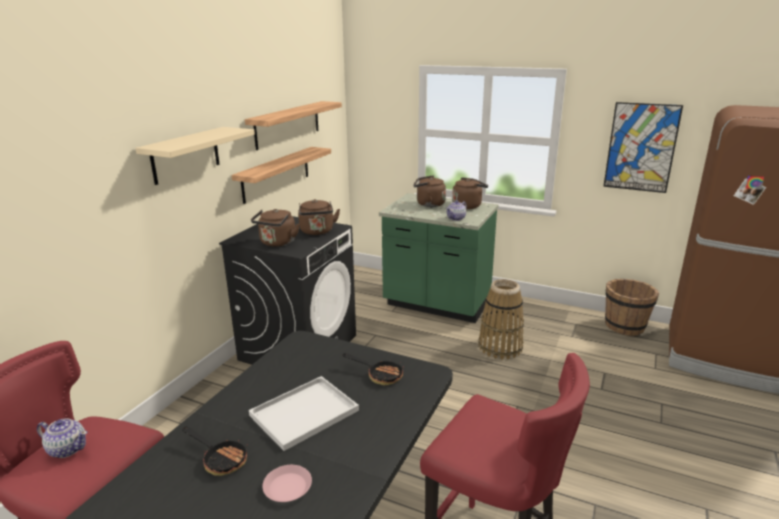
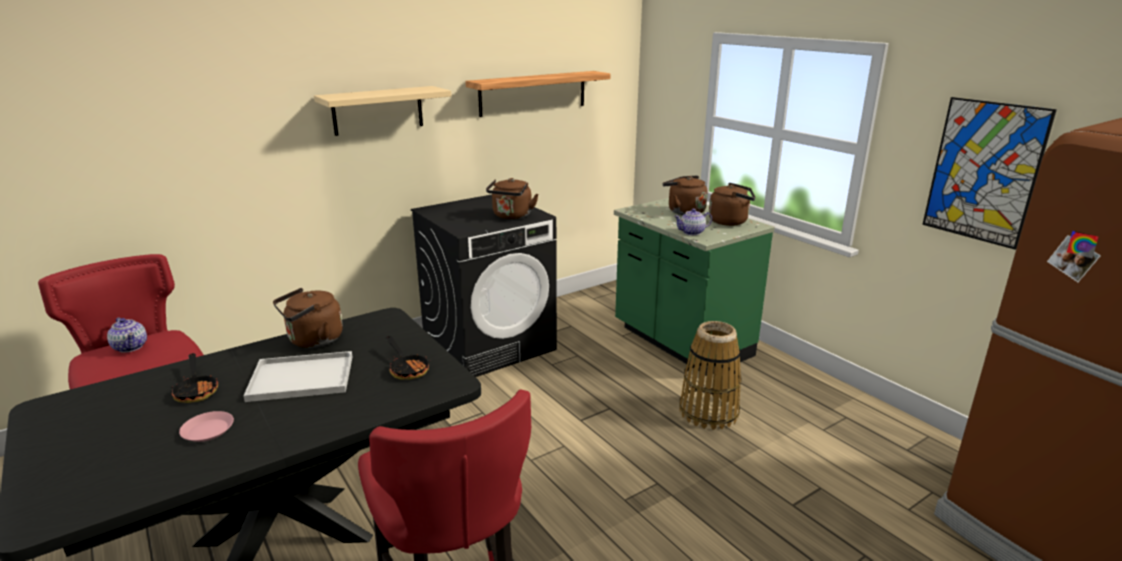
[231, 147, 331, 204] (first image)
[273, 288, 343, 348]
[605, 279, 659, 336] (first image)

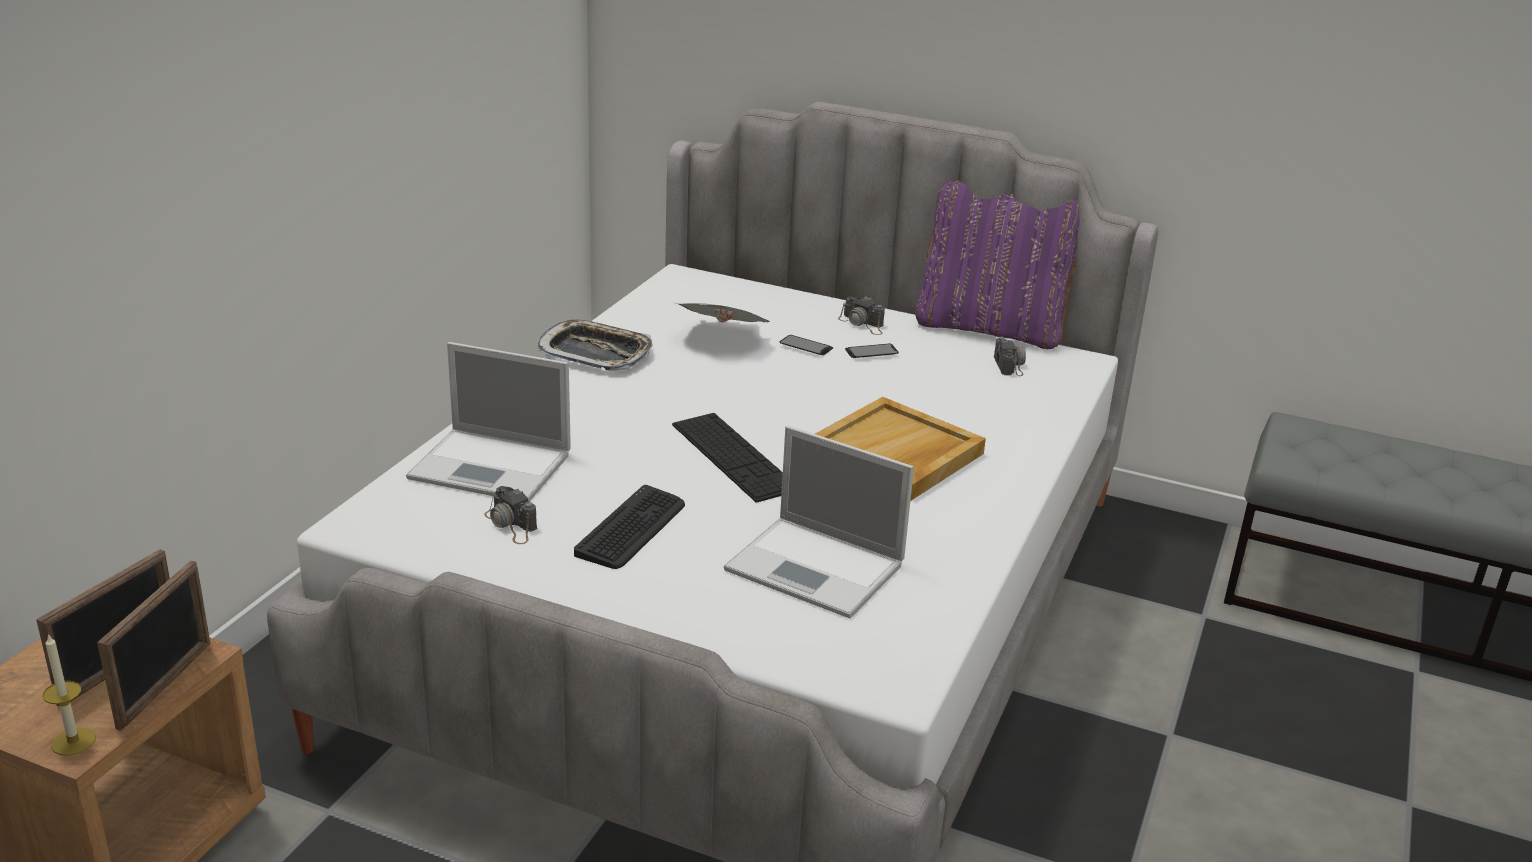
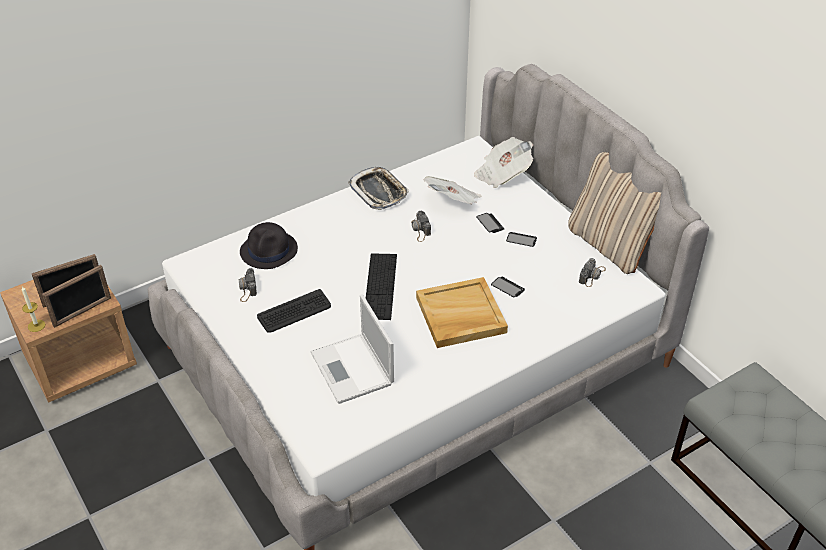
[240, 222, 298, 269]
[411, 210, 431, 242]
[568, 152, 661, 274]
[474, 137, 533, 188]
[491, 277, 525, 297]

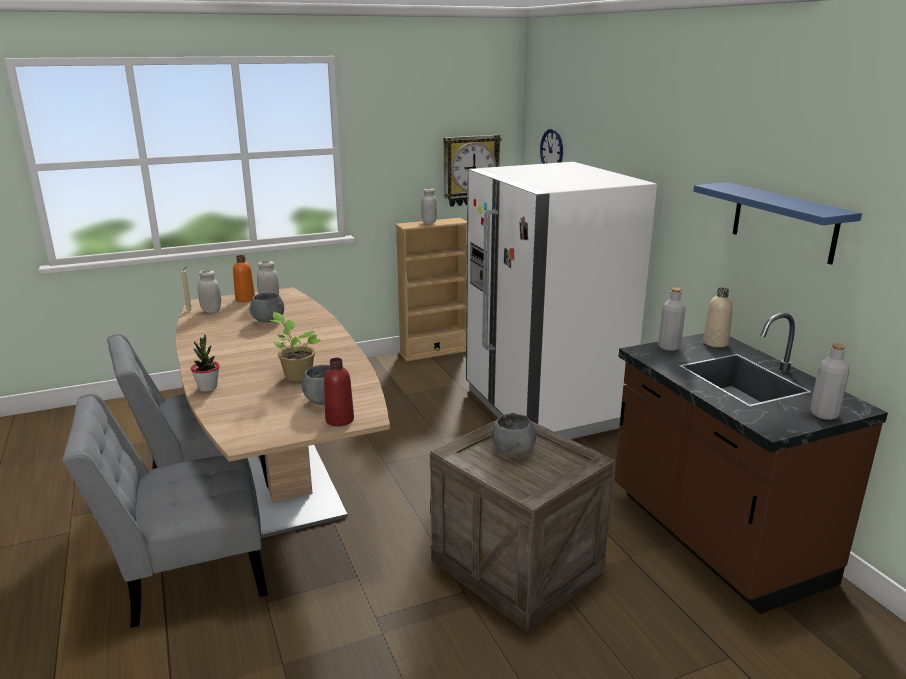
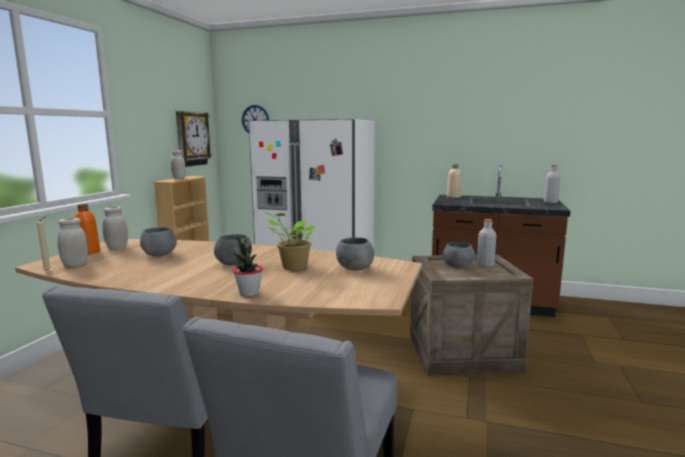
[324, 358, 354, 426] (first image)
[477, 219, 496, 267]
[693, 182, 862, 265] (first image)
[214, 234, 252, 266]

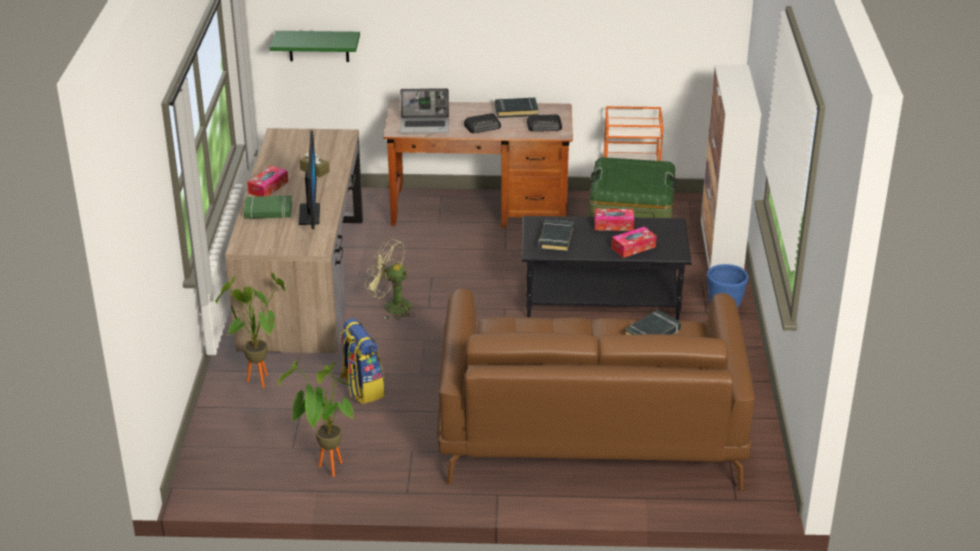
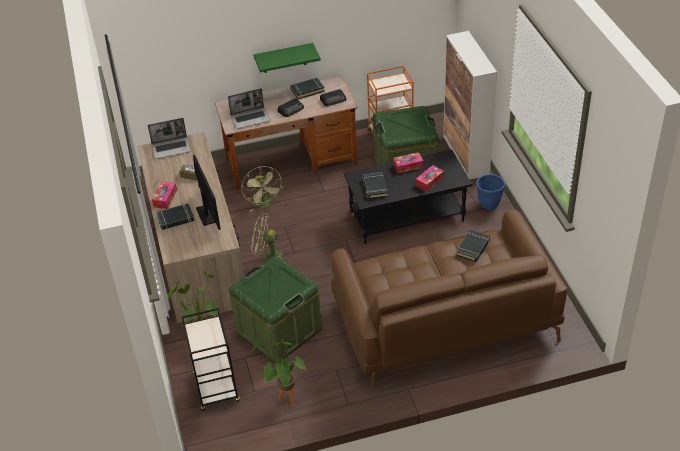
[156, 203, 195, 230]
[253, 43, 321, 73]
[229, 256, 322, 362]
[148, 118, 191, 159]
[182, 308, 240, 411]
[242, 166, 283, 212]

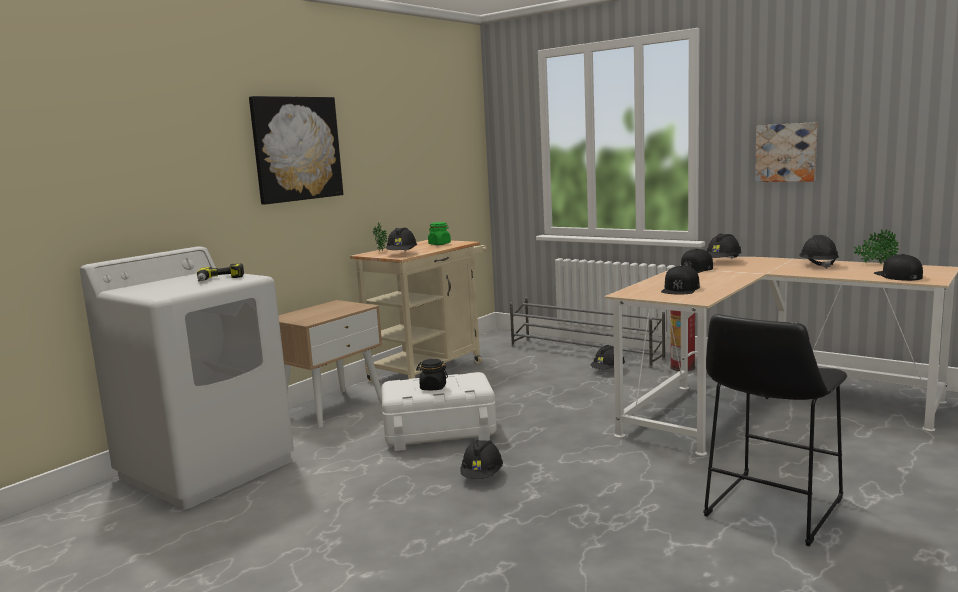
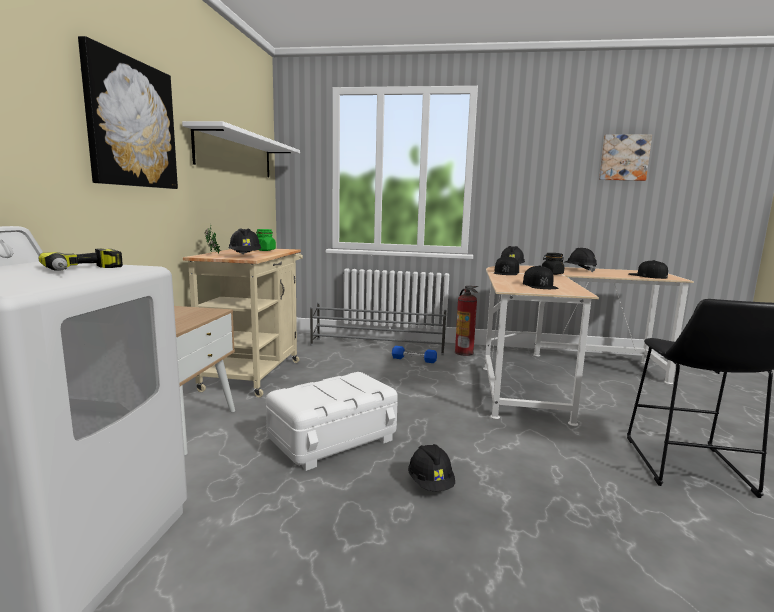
[542, 253, 564, 275]
[392, 346, 437, 363]
[599, 134, 652, 181]
[854, 229, 899, 263] (first image)
[182, 121, 300, 177]

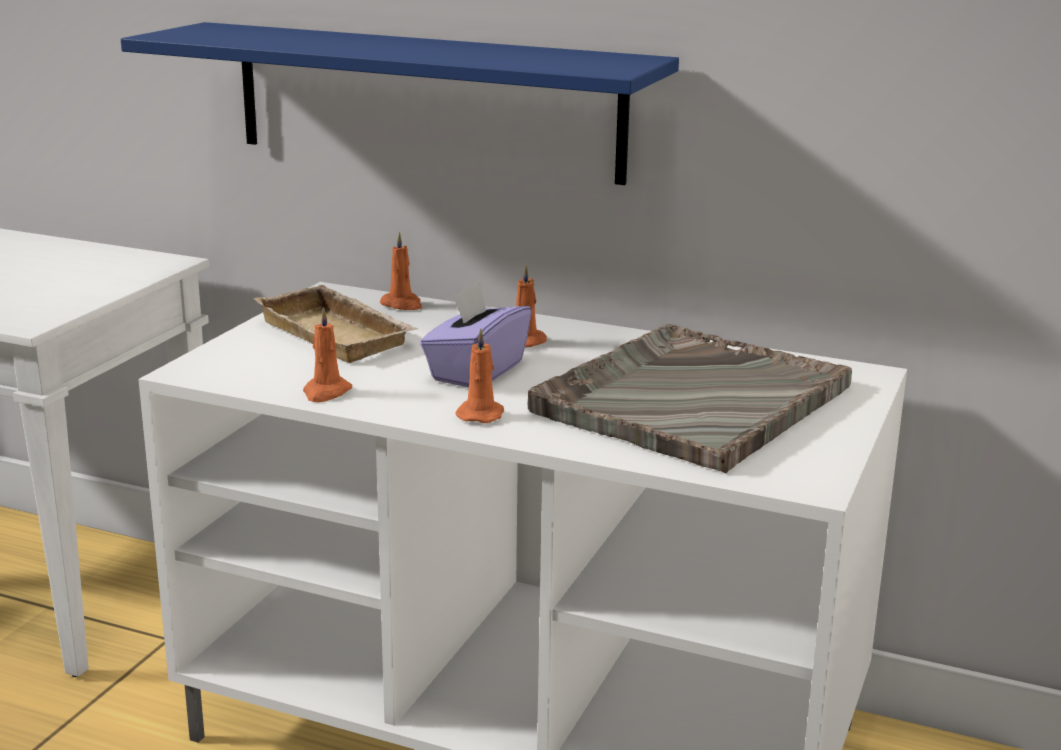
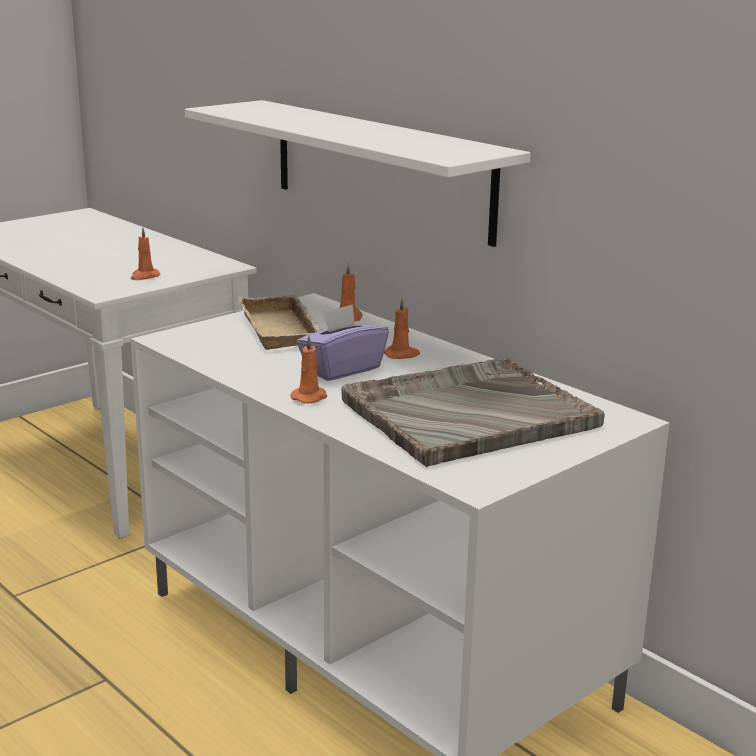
[185, 100, 531, 247]
[130, 227, 160, 280]

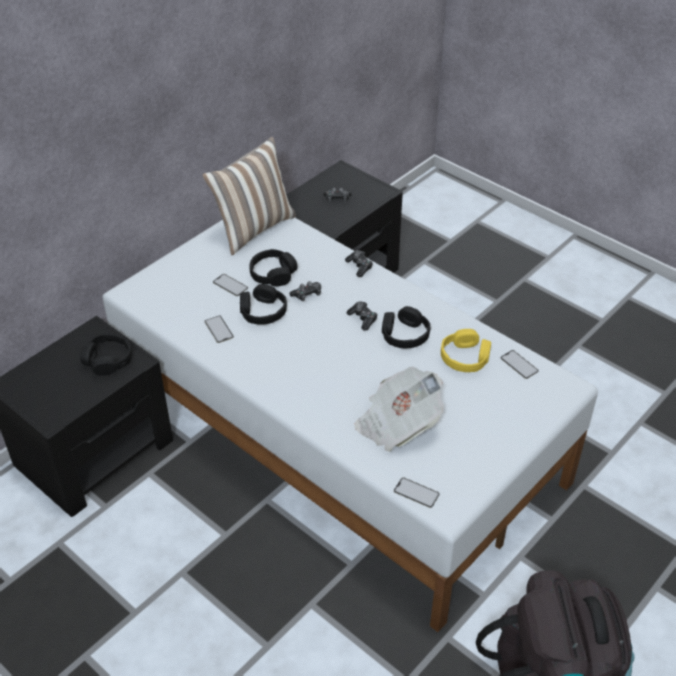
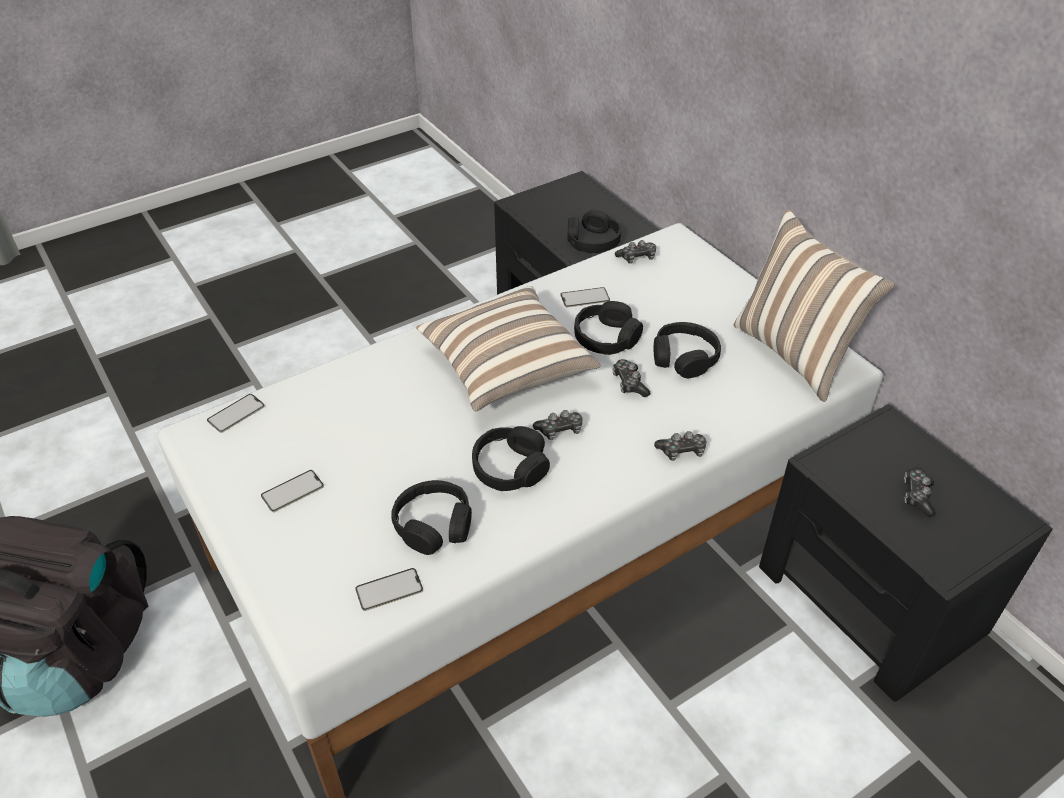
[261, 470, 324, 512]
[355, 366, 444, 452] (first image)
[391, 480, 472, 555]
[416, 286, 601, 411]
[615, 240, 656, 264]

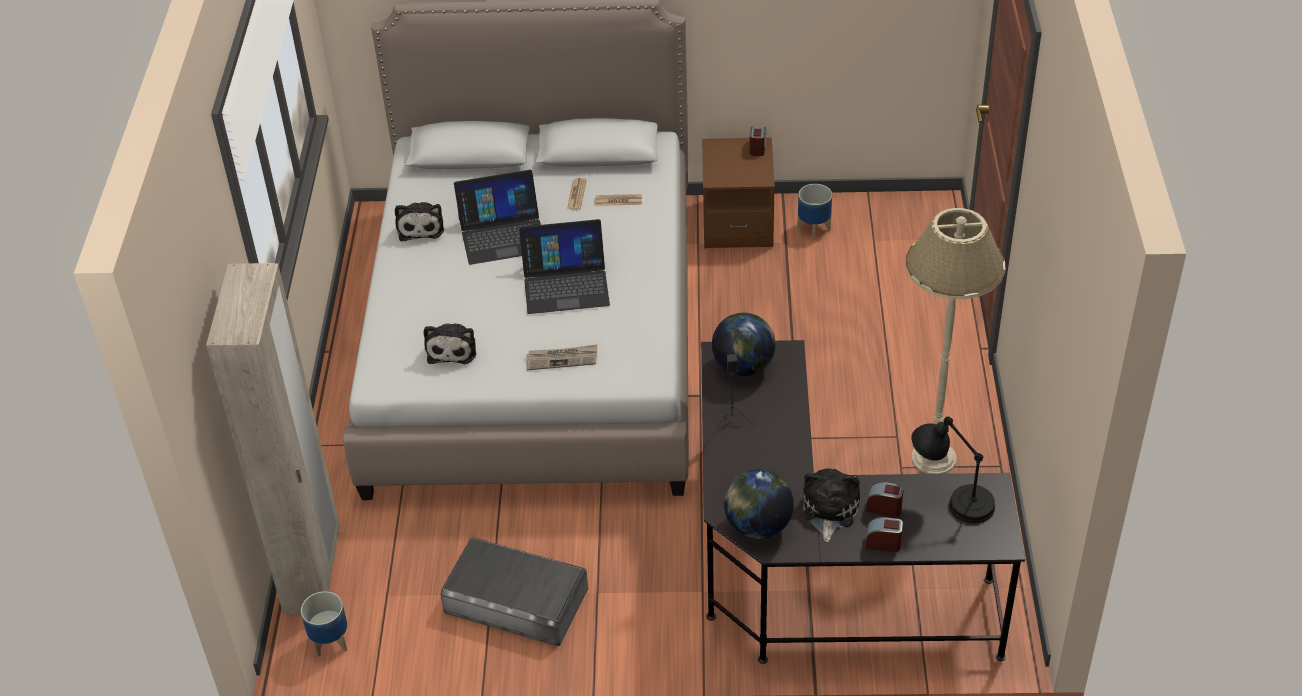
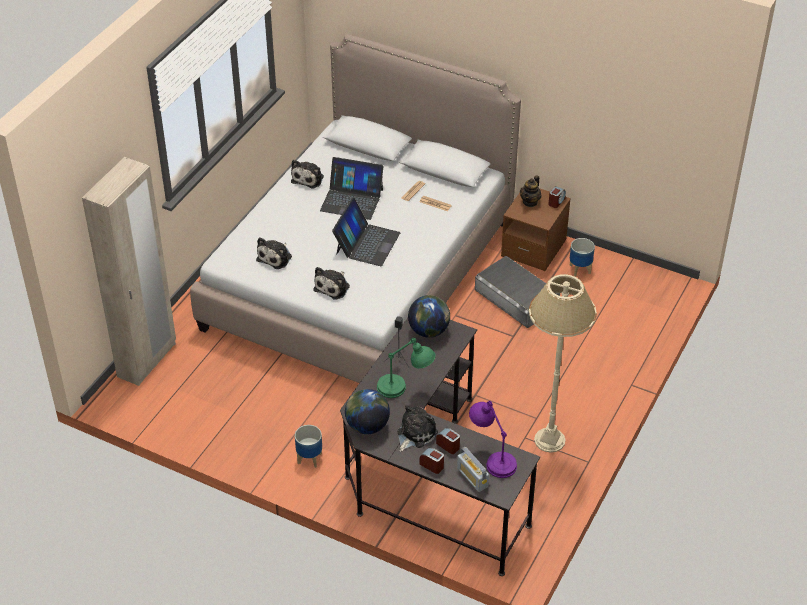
[295, 425, 322, 468]
[475, 256, 560, 328]
[332, 197, 400, 266]
[313, 267, 350, 300]
[469, 401, 517, 478]
[377, 338, 436, 398]
[457, 447, 489, 492]
[520, 175, 542, 207]

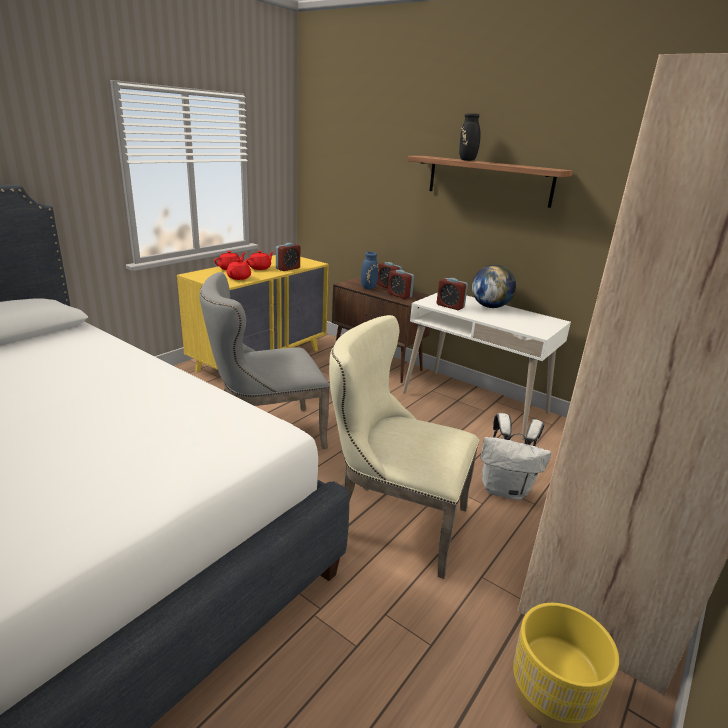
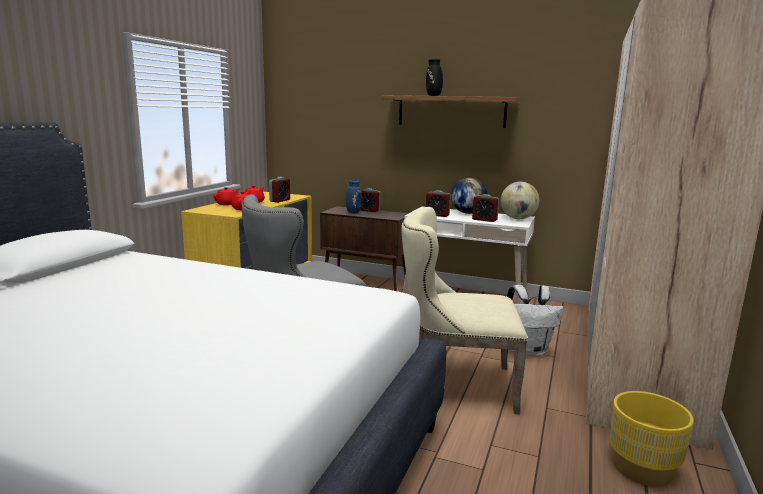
[472, 194, 499, 222]
[500, 182, 539, 219]

